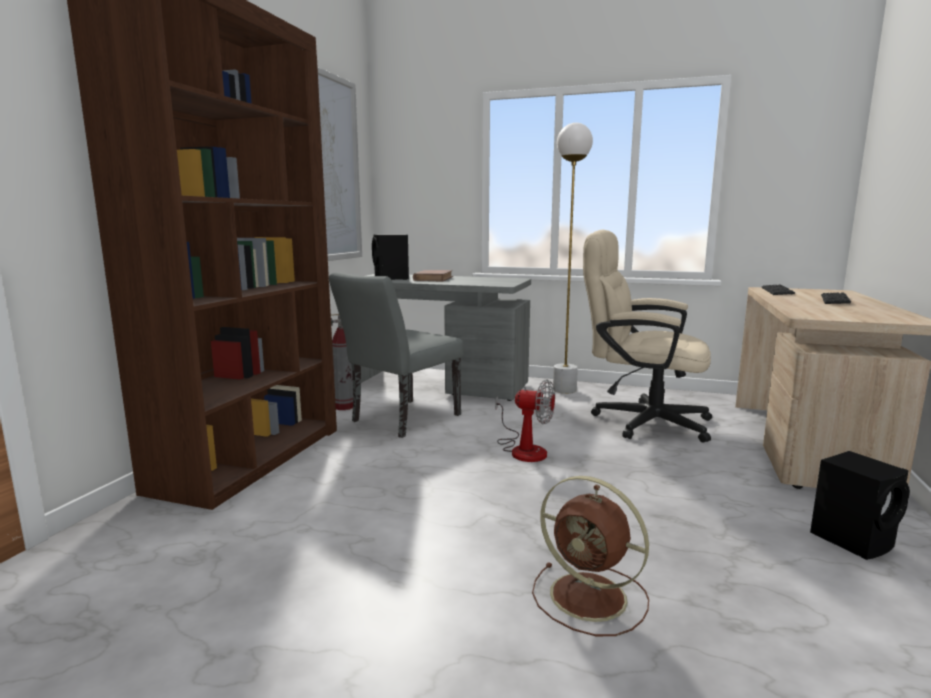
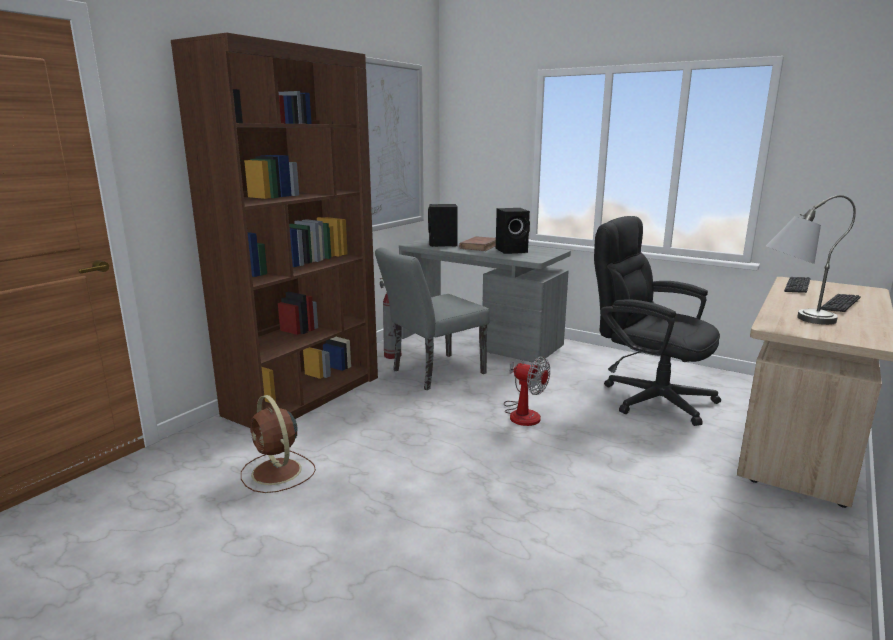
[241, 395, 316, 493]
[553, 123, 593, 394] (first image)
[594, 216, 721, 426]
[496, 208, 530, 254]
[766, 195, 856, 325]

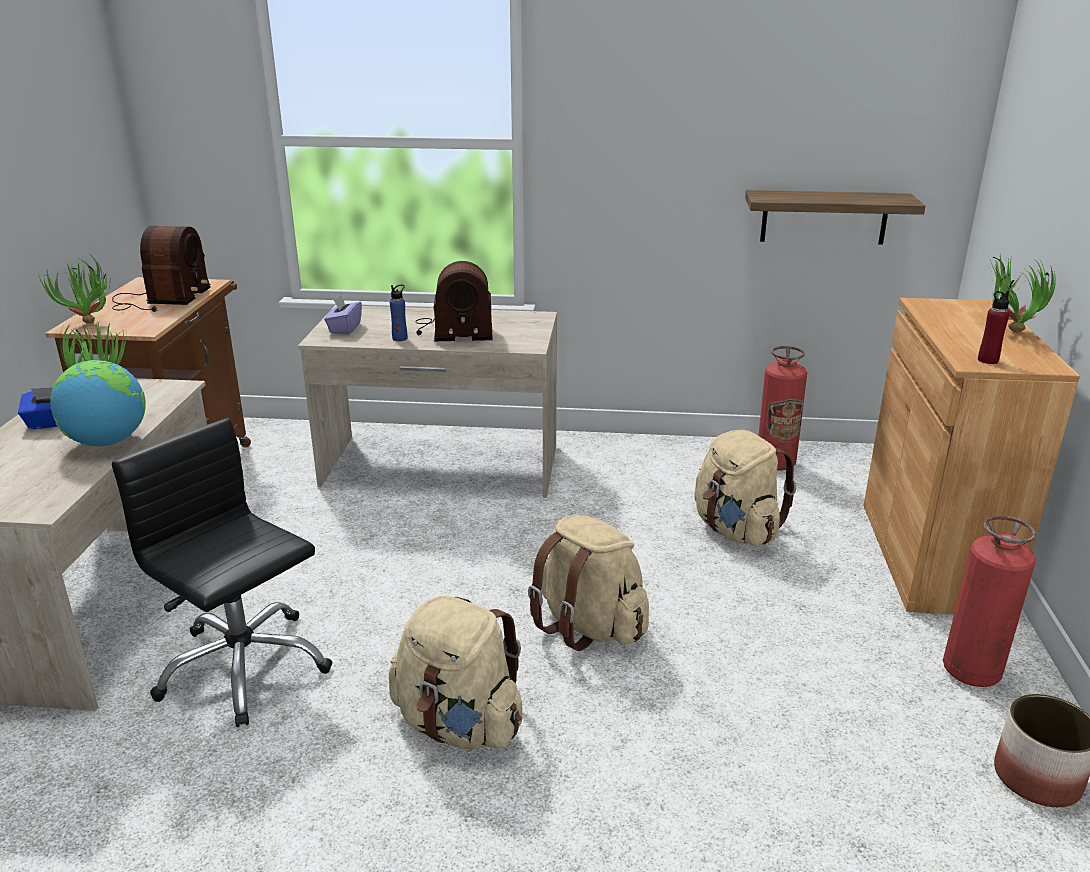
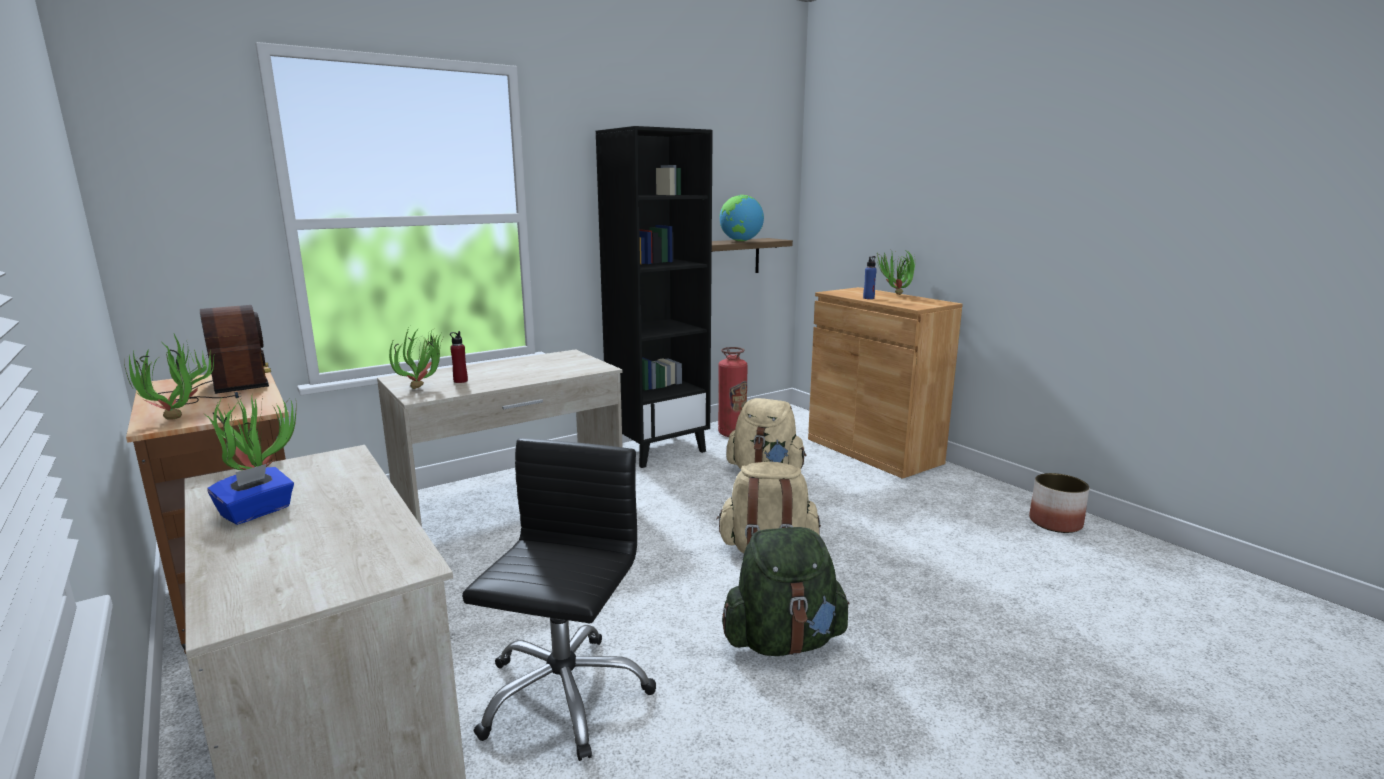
[720, 195, 764, 241]
[462, 438, 656, 761]
[389, 326, 442, 389]
[722, 527, 850, 656]
[863, 256, 877, 299]
[415, 261, 493, 341] (first image)
[943, 516, 1036, 687] (first image)
[450, 331, 468, 383]
[596, 126, 713, 468]

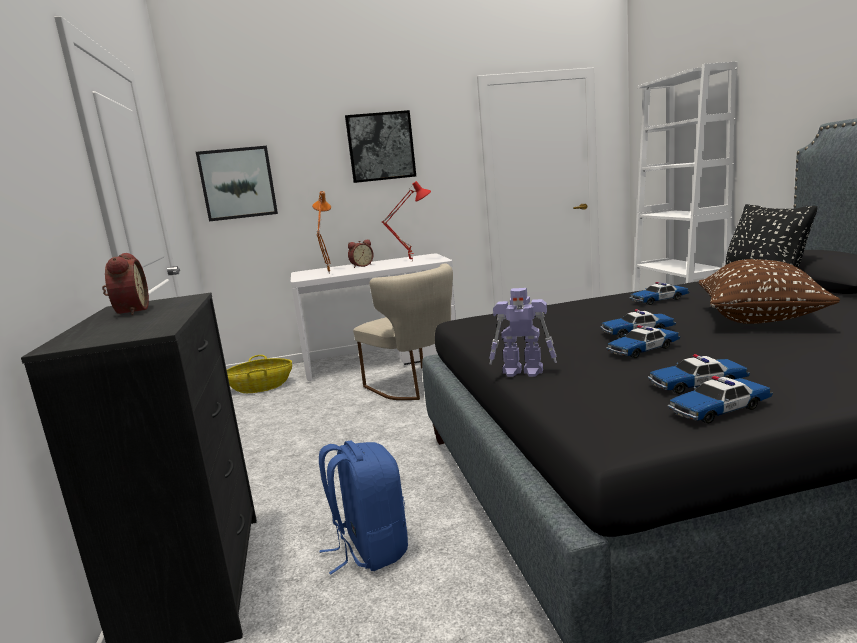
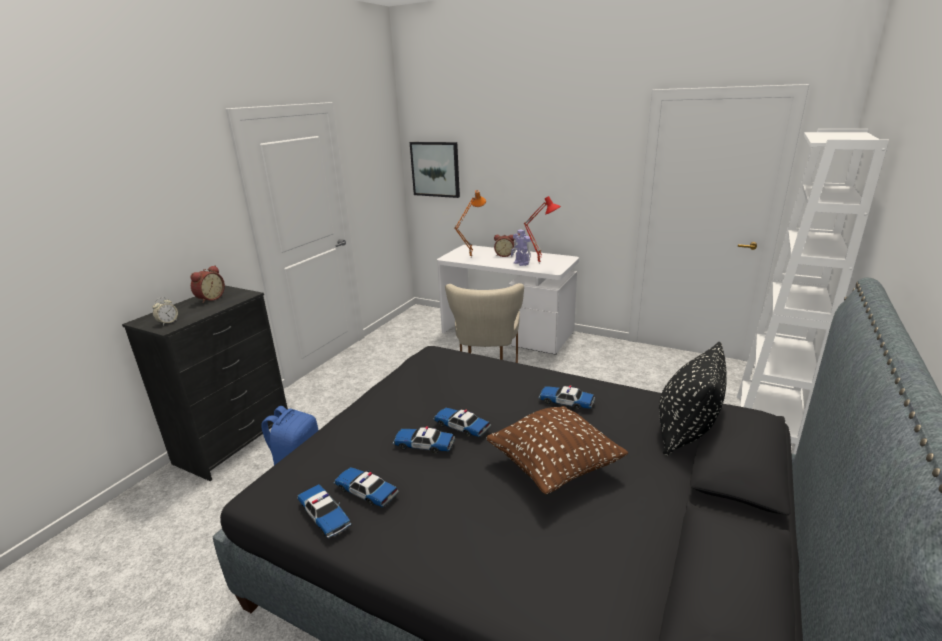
[227, 355, 292, 393] (first image)
[345, 110, 416, 183] (first image)
[511, 229, 531, 266]
[297, 484, 352, 539]
[152, 297, 178, 325]

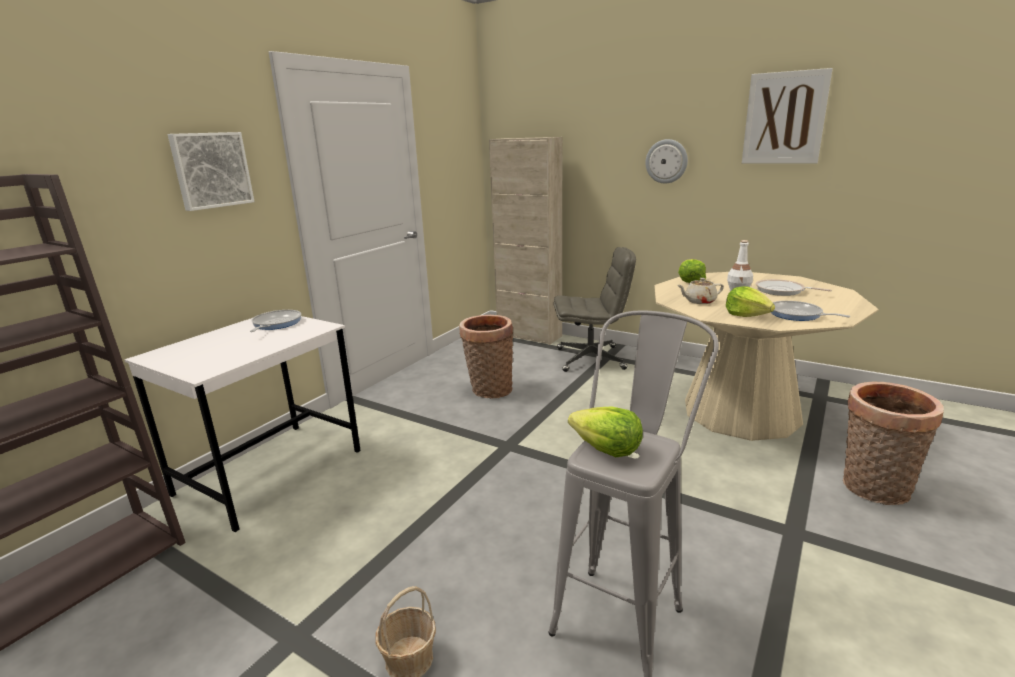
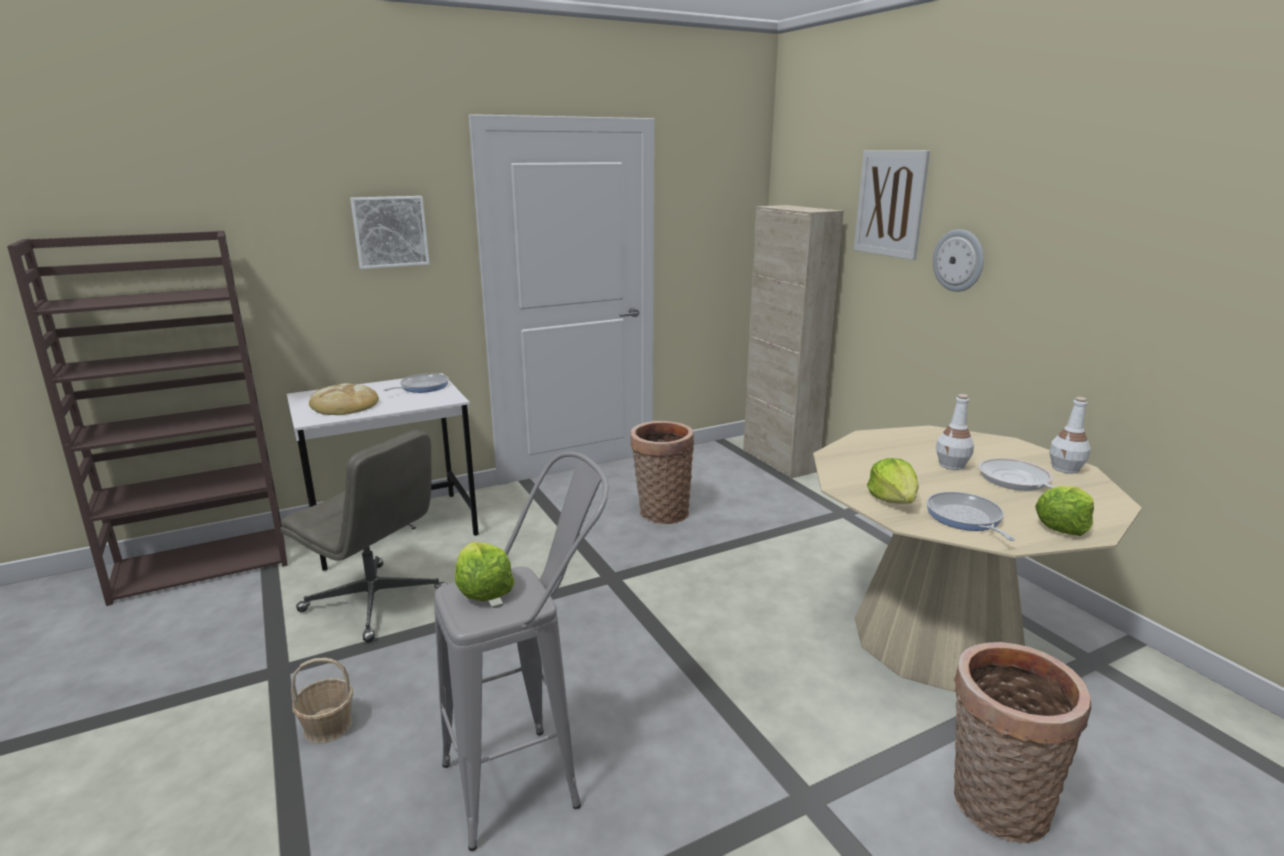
[281, 430, 447, 643]
[1035, 486, 1094, 536]
[678, 278, 724, 304] (first image)
[854, 150, 930, 260]
[309, 383, 379, 415]
[1049, 397, 1090, 474]

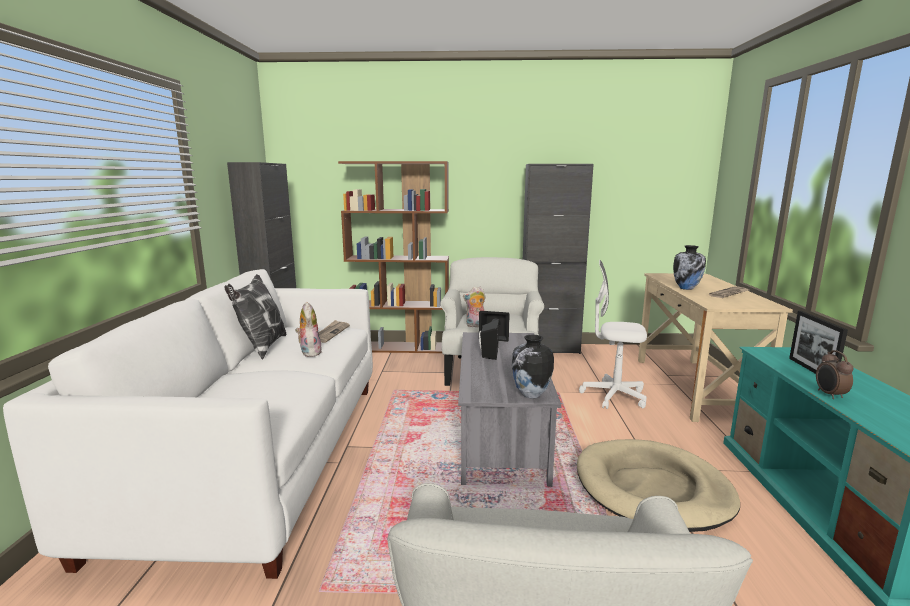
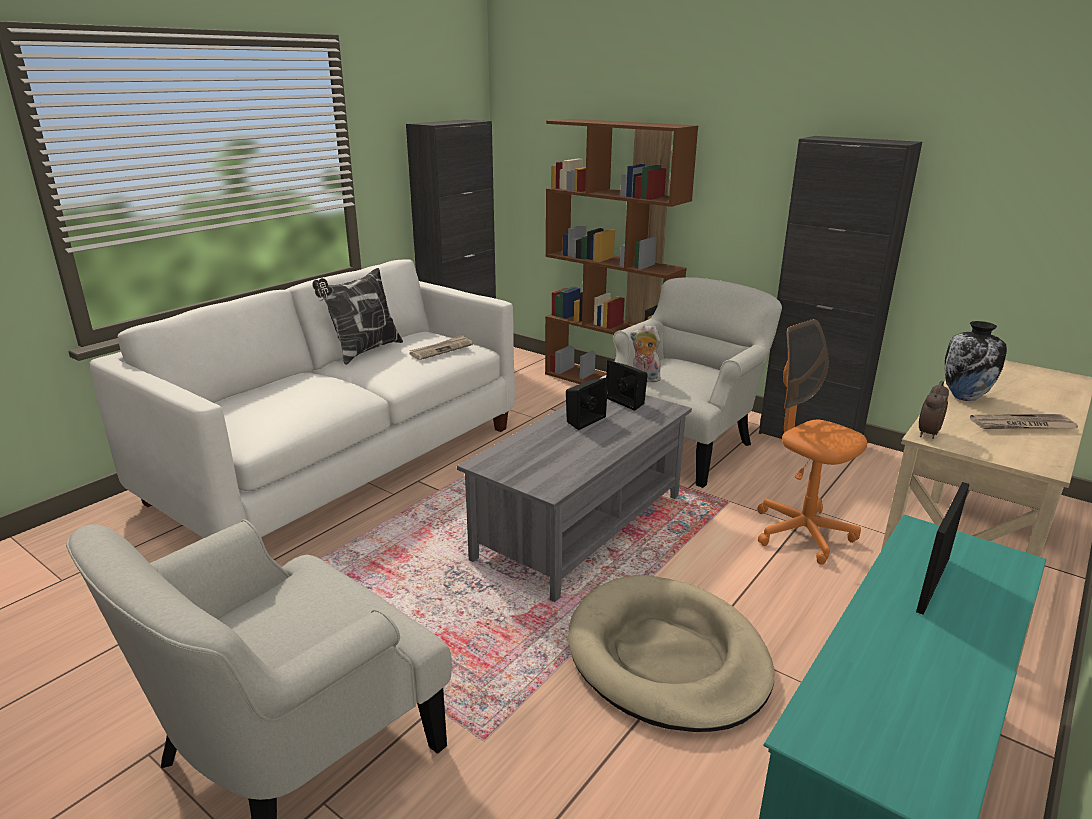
[295, 301, 322, 357] (first image)
[512, 335, 554, 399] (first image)
[757, 319, 867, 565]
[919, 381, 949, 439]

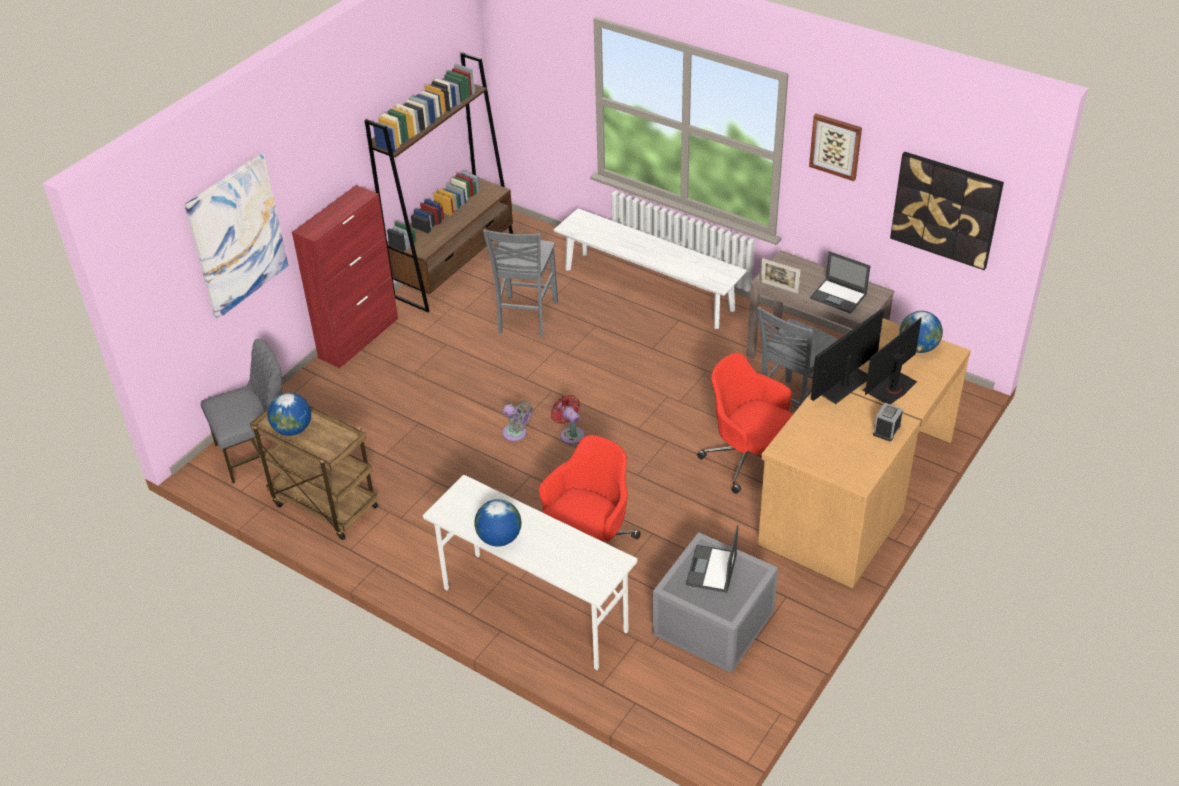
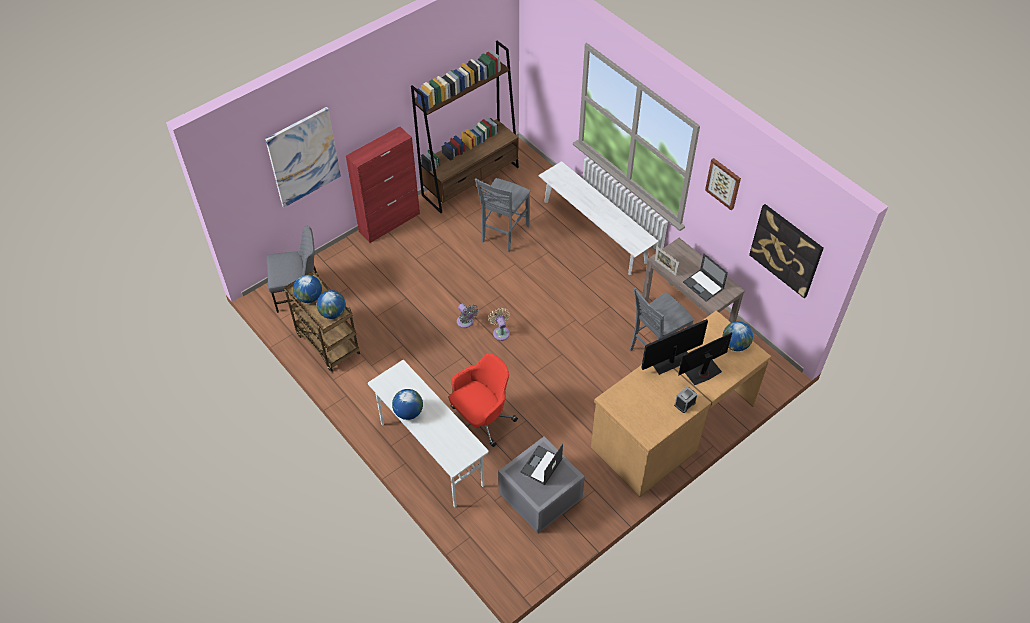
[488, 308, 510, 341]
[697, 353, 793, 494] (first image)
[317, 290, 346, 319]

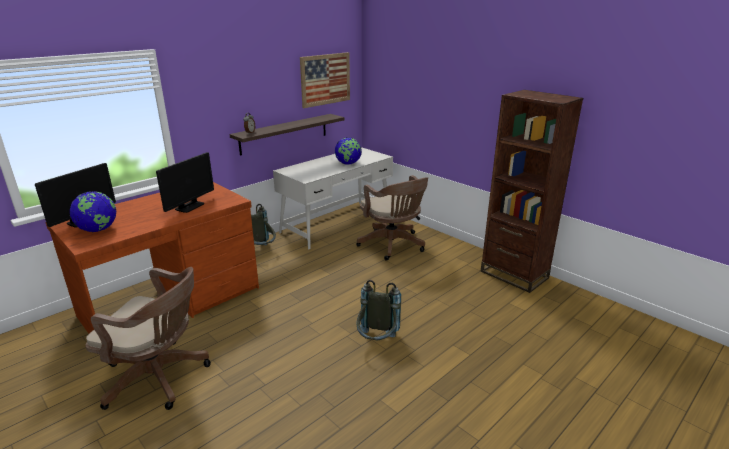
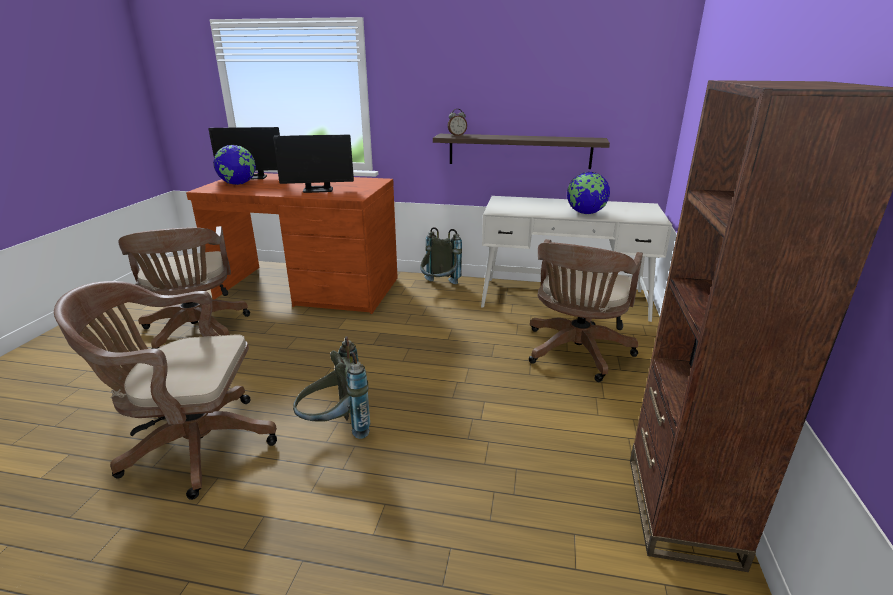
[300, 52, 350, 108] (first image)
[54, 281, 277, 500]

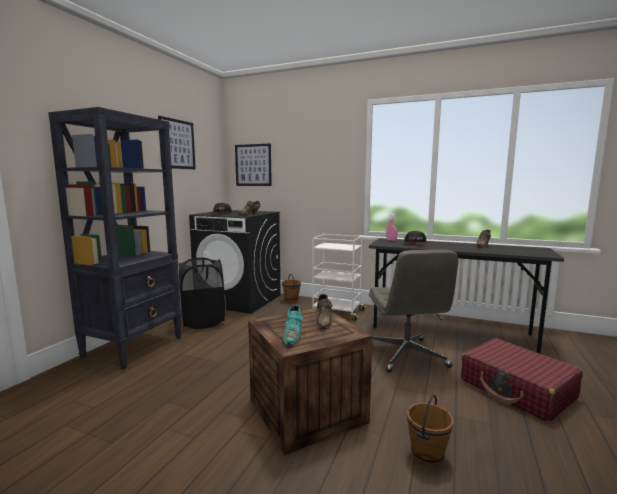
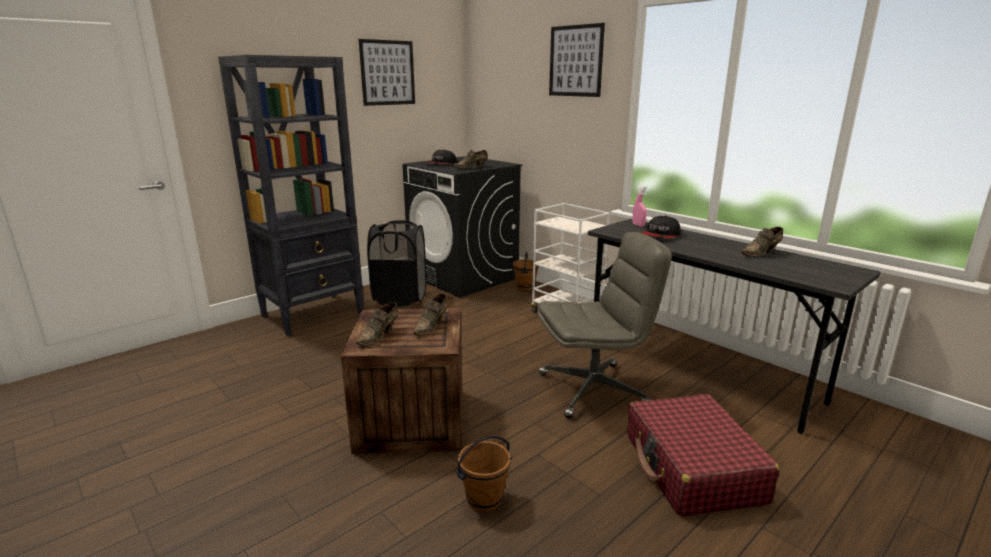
[549, 23, 605, 97]
[356, 302, 398, 346]
[537, 232, 672, 419]

